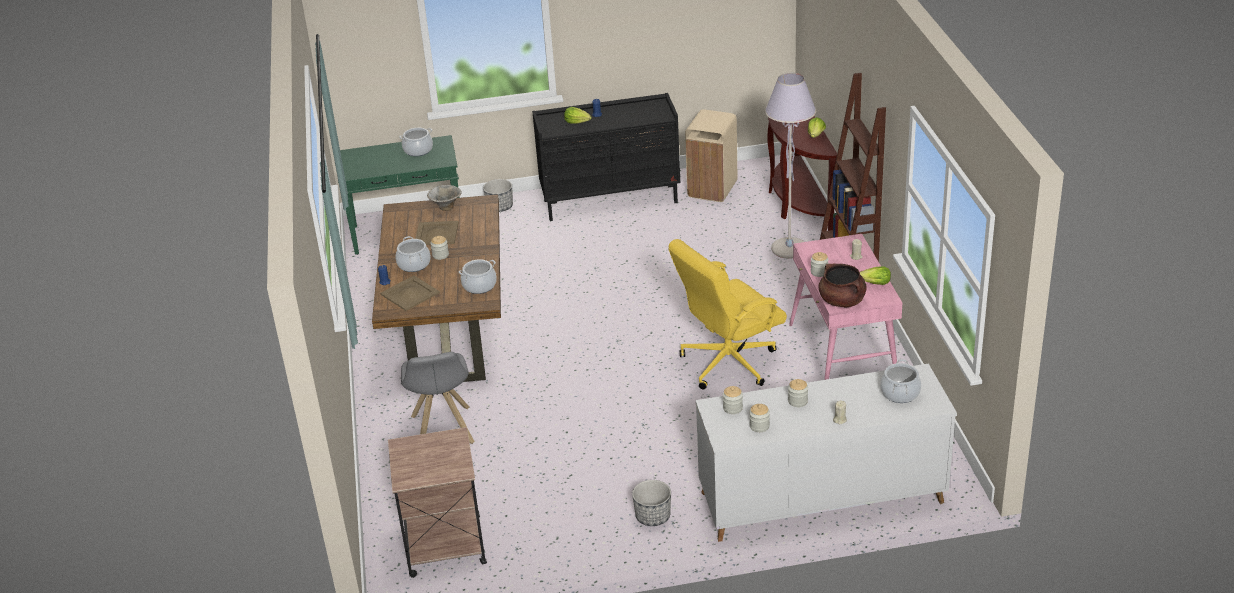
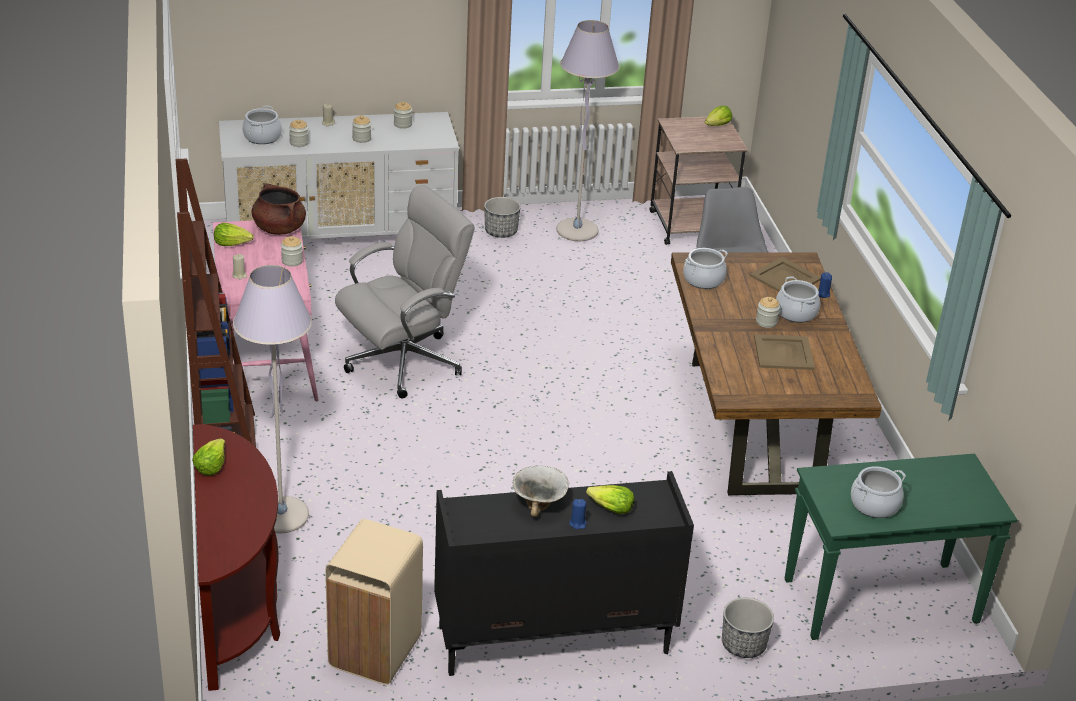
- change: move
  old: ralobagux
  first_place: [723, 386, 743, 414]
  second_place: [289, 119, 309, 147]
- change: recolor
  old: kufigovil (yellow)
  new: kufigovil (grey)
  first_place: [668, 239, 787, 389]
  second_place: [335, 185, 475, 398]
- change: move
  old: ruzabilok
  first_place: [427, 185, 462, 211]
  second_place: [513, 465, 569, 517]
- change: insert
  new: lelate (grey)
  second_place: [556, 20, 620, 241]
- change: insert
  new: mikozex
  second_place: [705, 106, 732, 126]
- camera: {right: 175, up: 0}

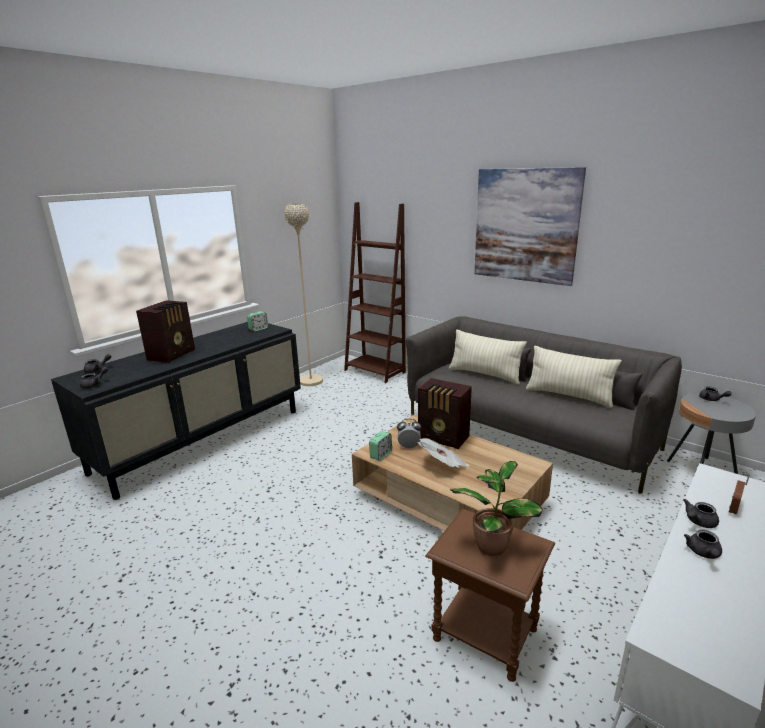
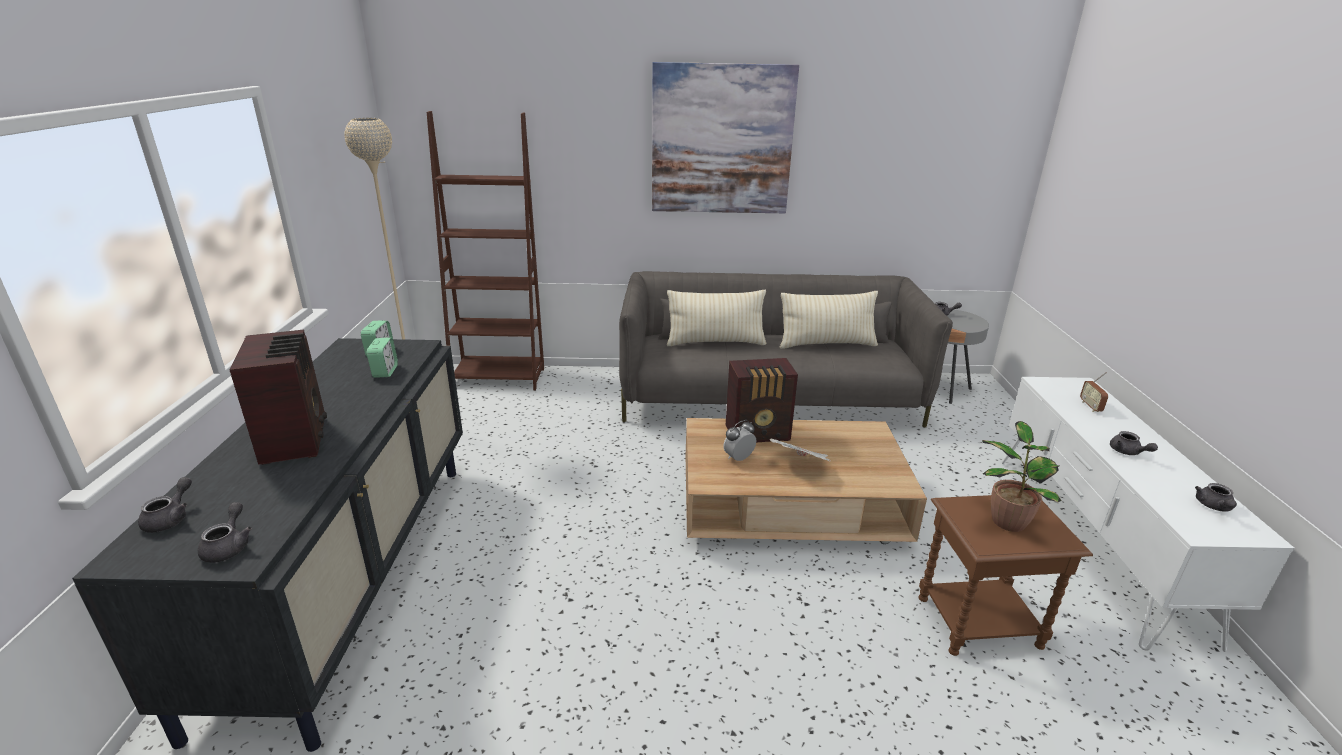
- change: move
  old: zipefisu
  first_place: [369, 431, 392, 461]
  second_place: [367, 337, 398, 378]
- change: move
  old: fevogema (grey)
  first_place: [683, 499, 719, 528]
  second_place: [1195, 483, 1237, 512]
- camera: {right: -40, up: 5}

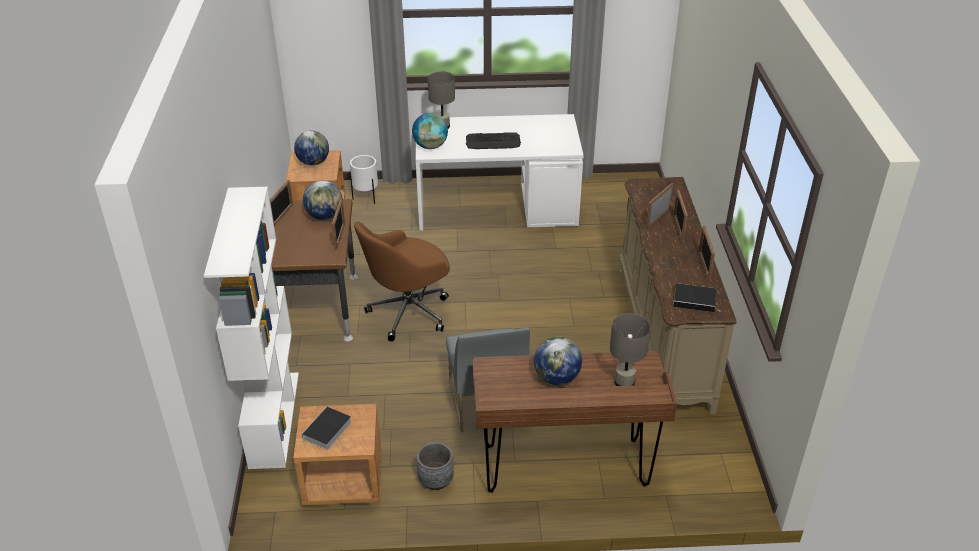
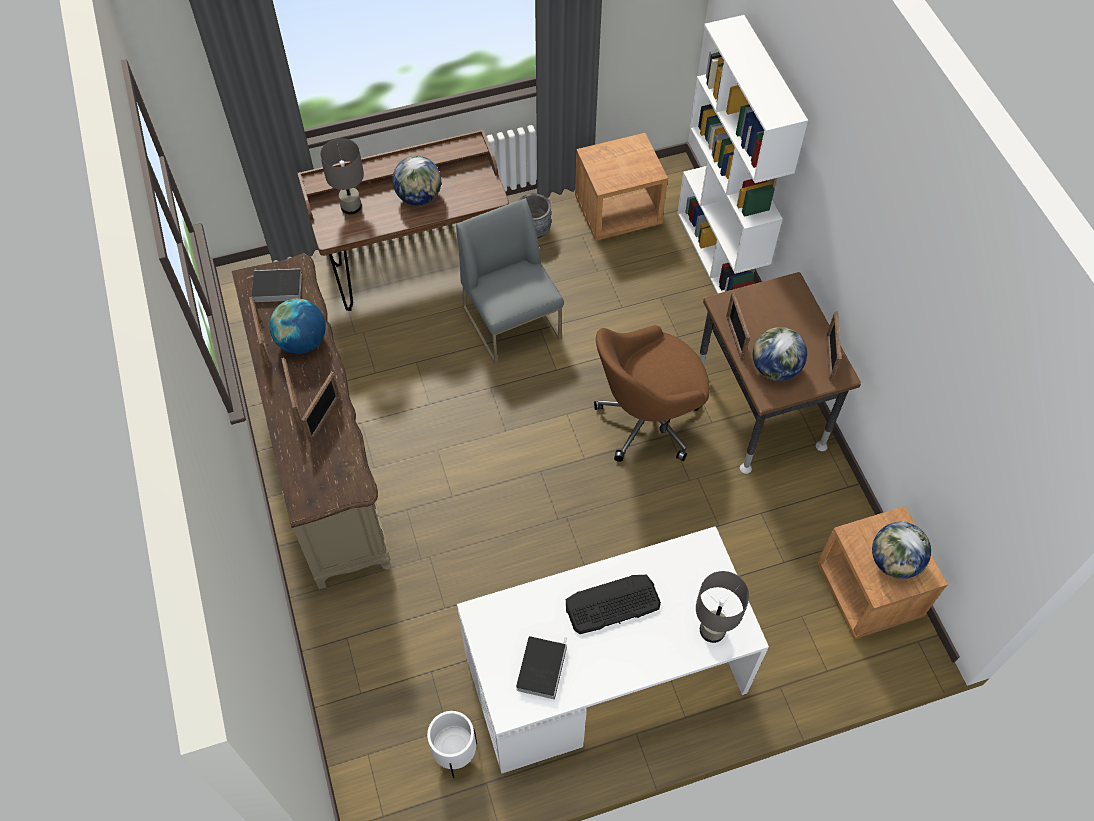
- change: move
  old: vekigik
  first_place: [412, 113, 448, 149]
  second_place: [269, 299, 326, 354]
- change: move
  old: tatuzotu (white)
  first_place: [350, 155, 378, 204]
  second_place: [427, 711, 477, 778]
- change: move
  old: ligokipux
  first_place: [299, 406, 352, 450]
  second_place: [516, 636, 567, 700]
- change: rotate
  old: kufigovil (brown)
  first_place: [354, 221, 450, 341]
  second_place: [594, 325, 710, 462]
  degrees: -150
- camera: {right: 165, up: 20}

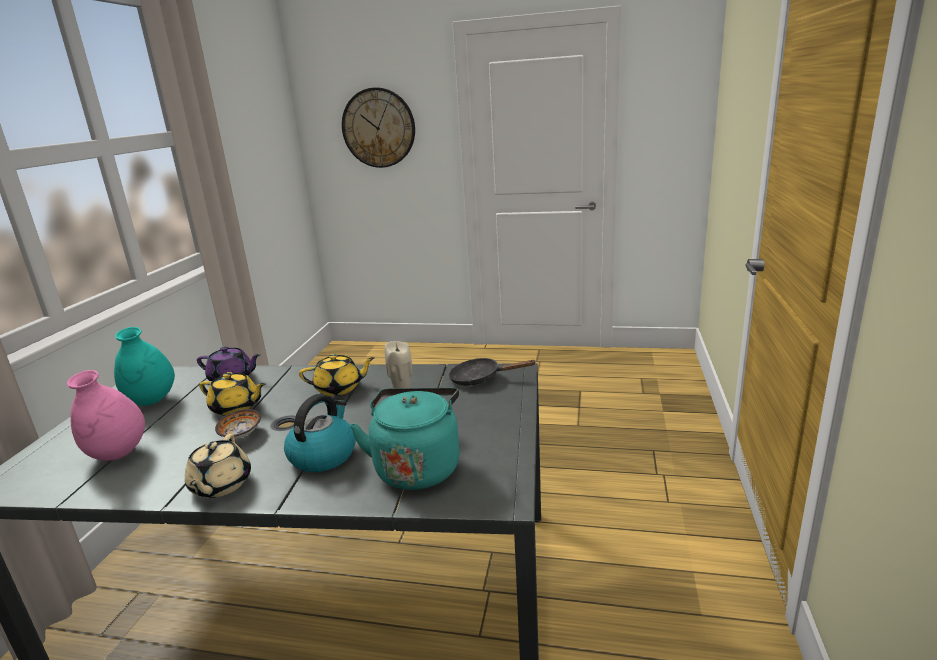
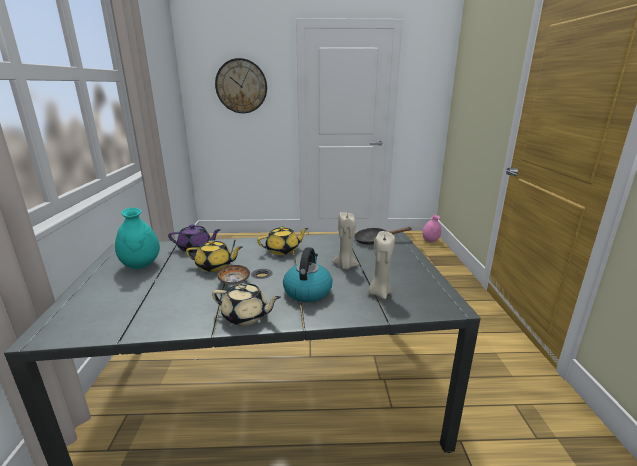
- change: rotate
  old: fevogema (beige)
  first_place: [185, 434, 251, 498]
  second_place: [212, 283, 281, 325]
  degrees: -60
- change: replace
  old: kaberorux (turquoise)
  new: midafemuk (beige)
  first_place: [350, 388, 460, 490]
  second_place: [368, 231, 395, 299]
- change: move
  old: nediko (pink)
  first_place: [67, 370, 145, 461]
  second_place: [422, 215, 441, 242]
- camera: {right: -15, up: 0}

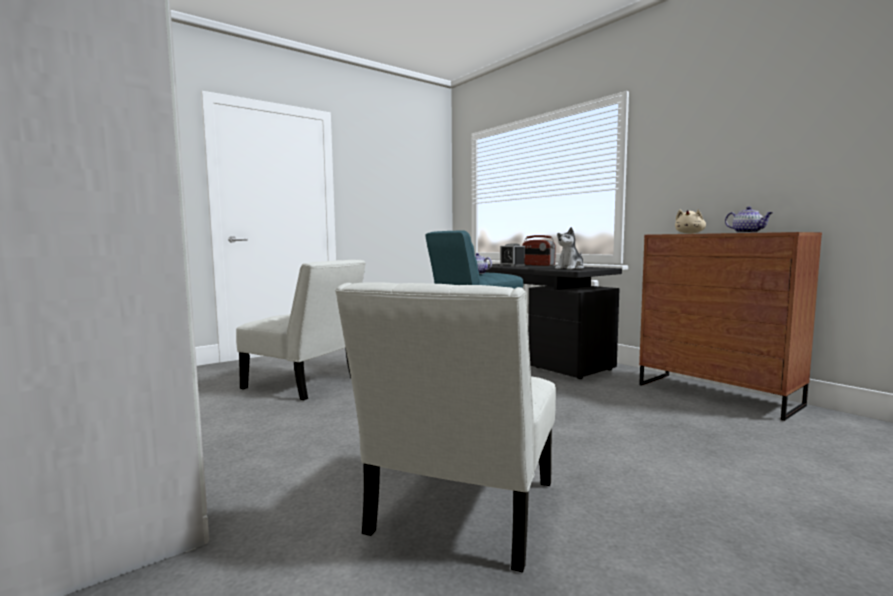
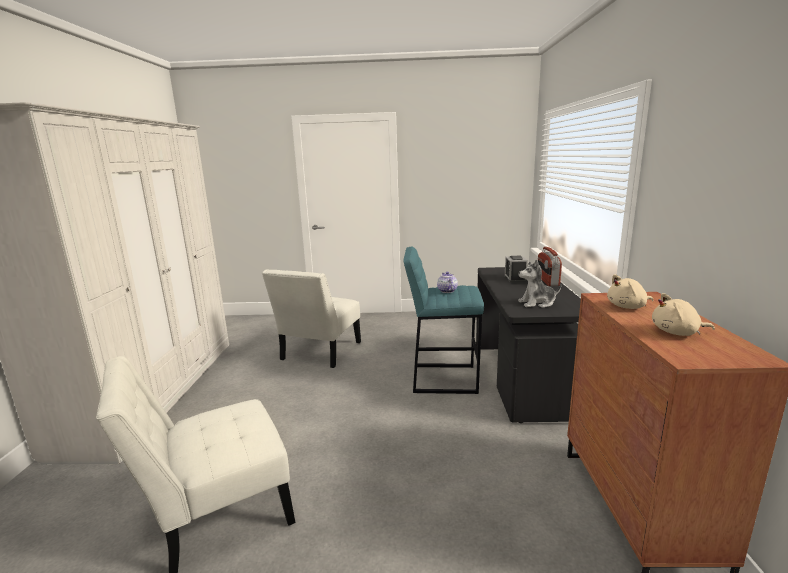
- change: rotate
  old: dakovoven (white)
  first_place: [236, 260, 366, 401]
  second_place: [262, 269, 361, 368]
  degrees: 45
- change: replace
  old: fevogema
  new: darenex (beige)
  first_place: [725, 207, 773, 233]
  second_place: [652, 293, 715, 336]
- camera: {right: 40, up: 10}

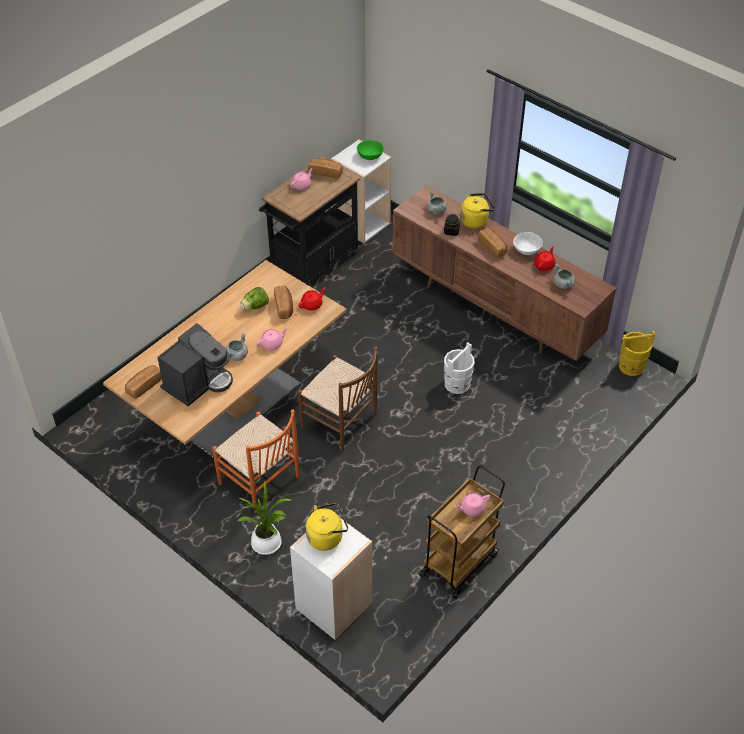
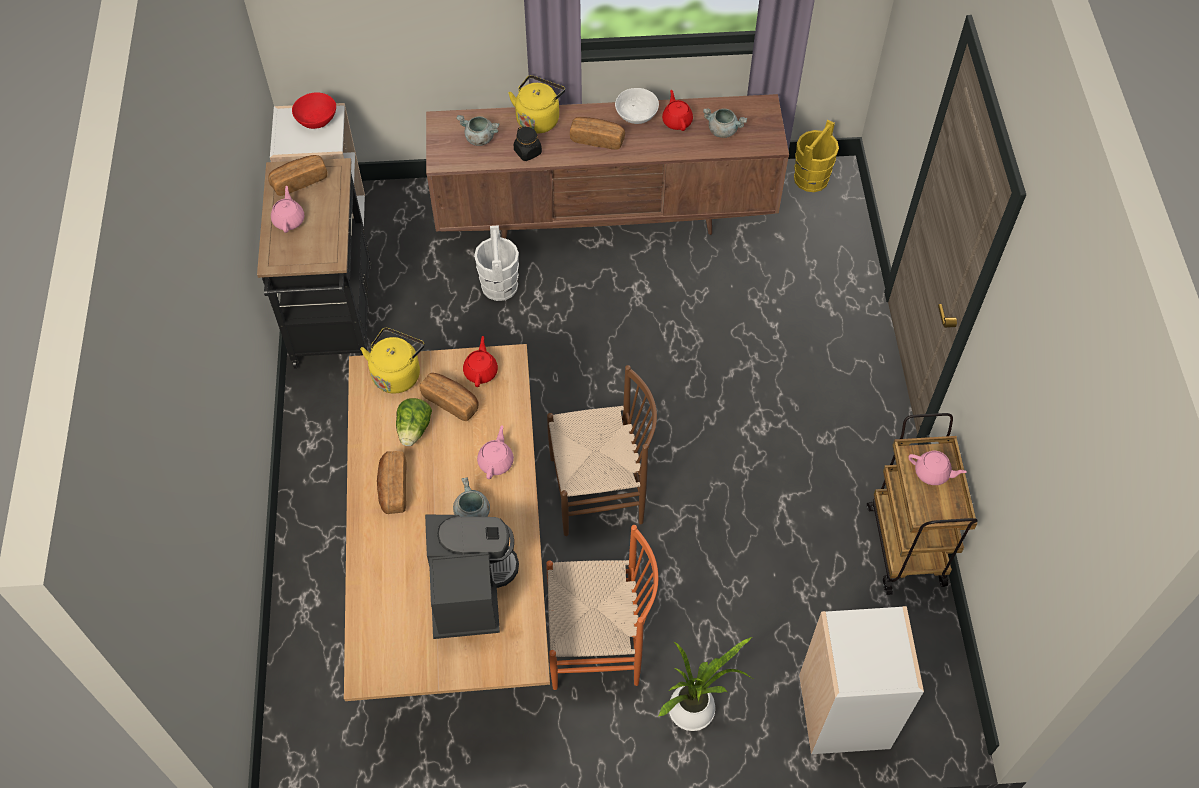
- change: recolor
  old: ruzabilok (green)
  new: ruzabilok (red)
  first_place: [357, 140, 384, 160]
  second_place: [292, 92, 336, 129]
- change: move
  old: kaberorux (yellow)
  first_place: [306, 503, 348, 551]
  second_place: [360, 328, 425, 393]
- change: move
  old: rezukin
  first_place: [125, 365, 162, 399]
  second_place: [377, 451, 407, 514]
- change: move
  old: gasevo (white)
  first_place: [444, 342, 474, 394]
  second_place: [474, 225, 519, 301]
- change: rotate
  old: fevogema (pink)
  first_place: [455, 492, 490, 516]
  second_place: [908, 451, 967, 485]
  degrees: -90
- camera: {right: -45, up: 10}

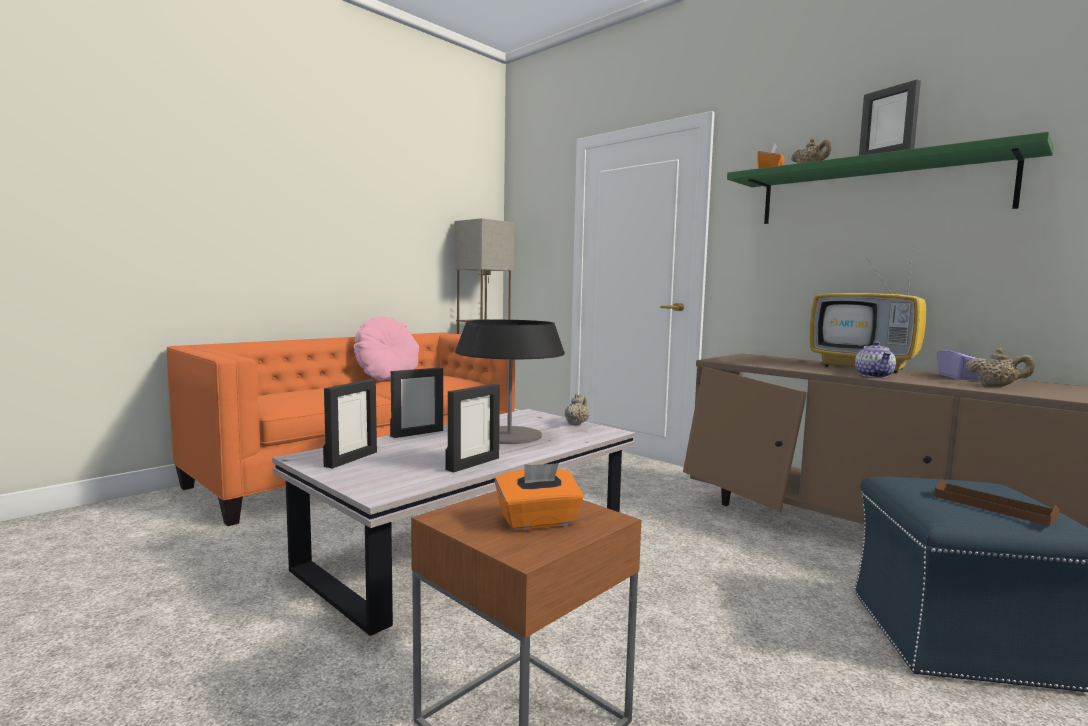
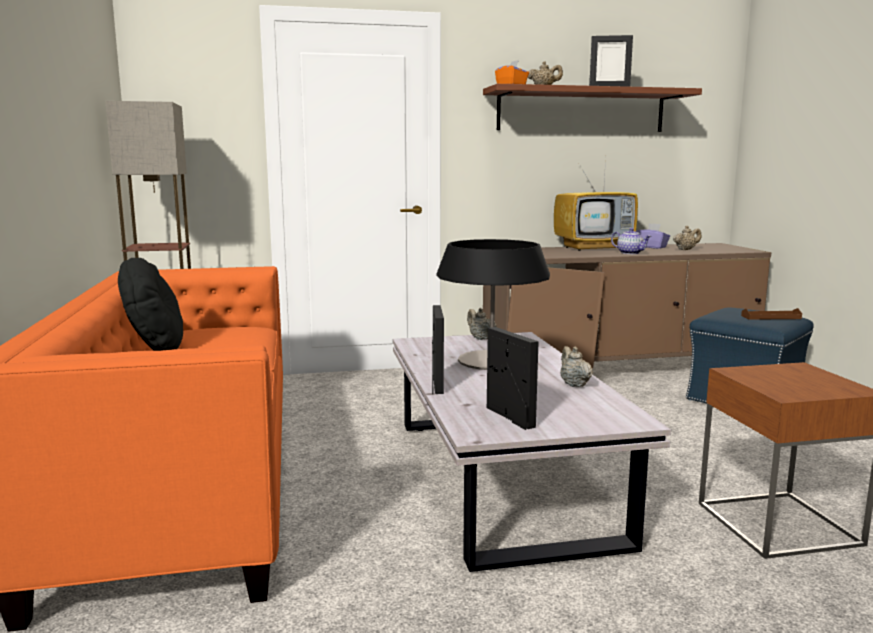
- change: recolor
  old: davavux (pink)
  new: davavux (black)
  first_place: [354, 316, 419, 381]
  second_place: [118, 258, 183, 351]
- change: recolor
  old: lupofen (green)
  new: lupofen (brown)
  first_place: [727, 132, 1054, 224]
  second_place: [483, 84, 702, 132]
- change: replace
  old: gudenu
  new: fevogema (beige)
  first_place: [446, 384, 500, 473]
  second_place: [560, 346, 593, 387]
- change: delete
  old: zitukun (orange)
  first_place: [495, 463, 584, 530]
- camera: {right: -55, up: 5}

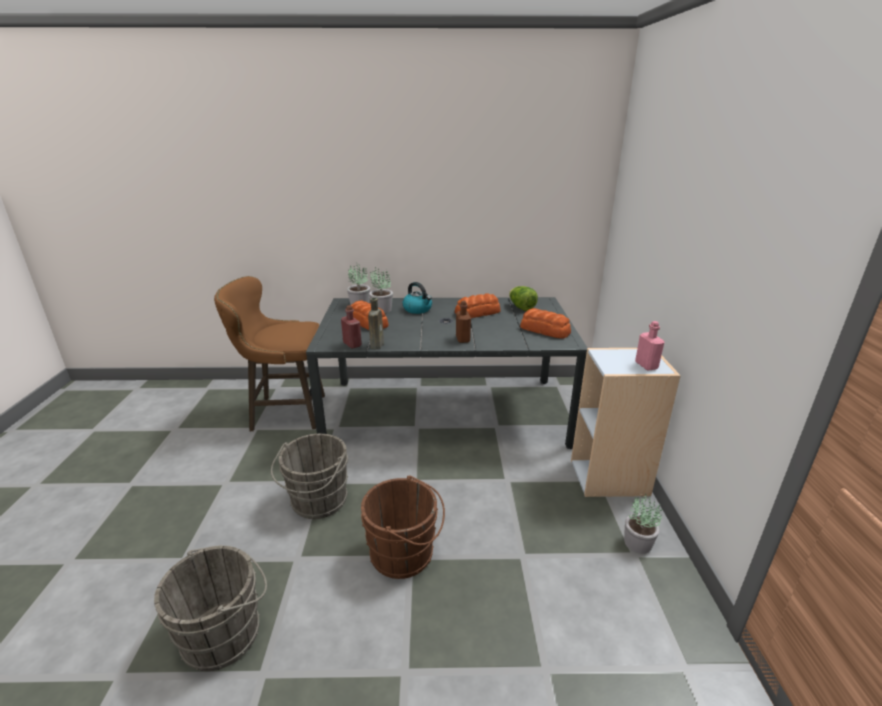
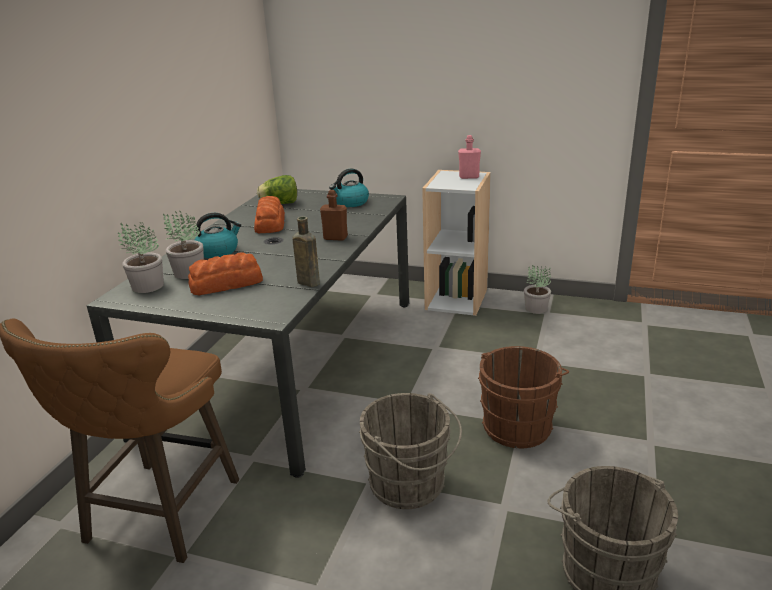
- change: replace
  old: rezukin
  new: kaberorux
  first_place: [520, 308, 571, 339]
  second_place: [329, 169, 369, 207]
- change: delete
  old: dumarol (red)
  first_place: [341, 305, 362, 349]
- camera: {right: -70, up: 0}

